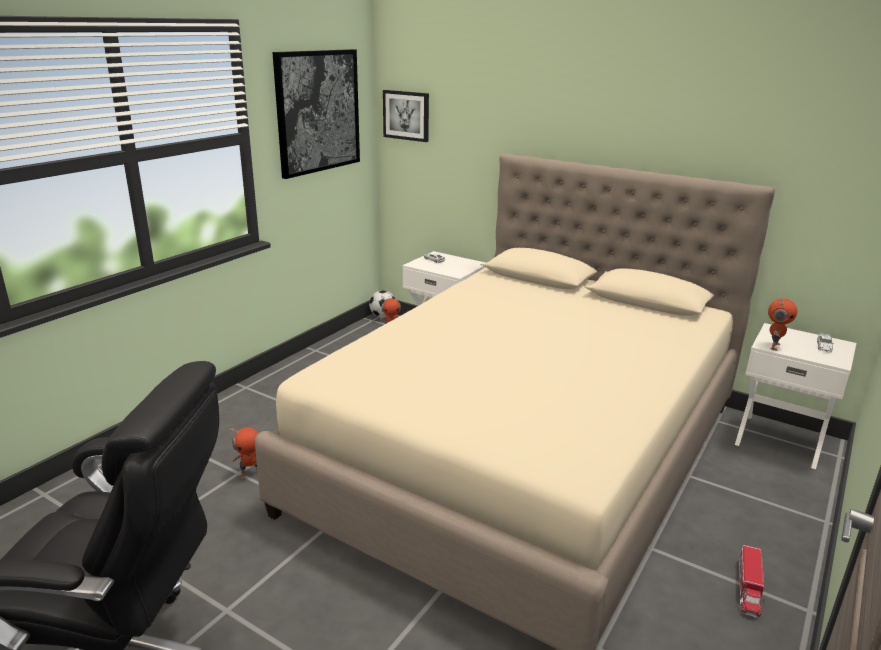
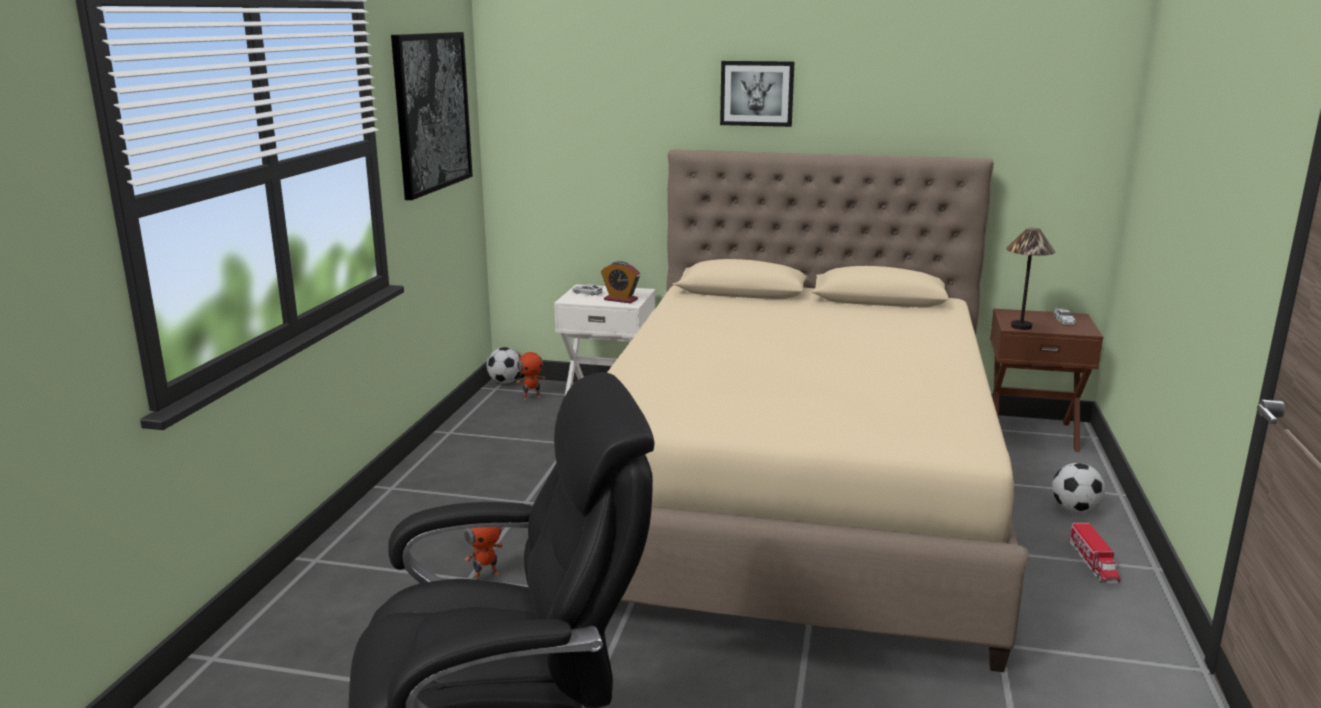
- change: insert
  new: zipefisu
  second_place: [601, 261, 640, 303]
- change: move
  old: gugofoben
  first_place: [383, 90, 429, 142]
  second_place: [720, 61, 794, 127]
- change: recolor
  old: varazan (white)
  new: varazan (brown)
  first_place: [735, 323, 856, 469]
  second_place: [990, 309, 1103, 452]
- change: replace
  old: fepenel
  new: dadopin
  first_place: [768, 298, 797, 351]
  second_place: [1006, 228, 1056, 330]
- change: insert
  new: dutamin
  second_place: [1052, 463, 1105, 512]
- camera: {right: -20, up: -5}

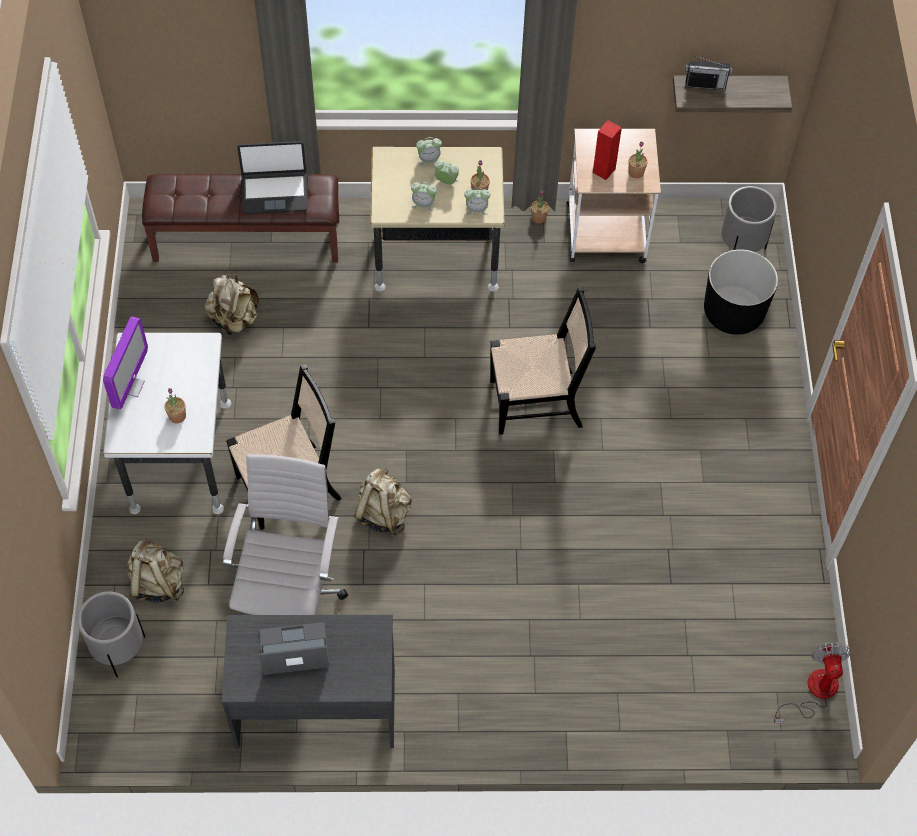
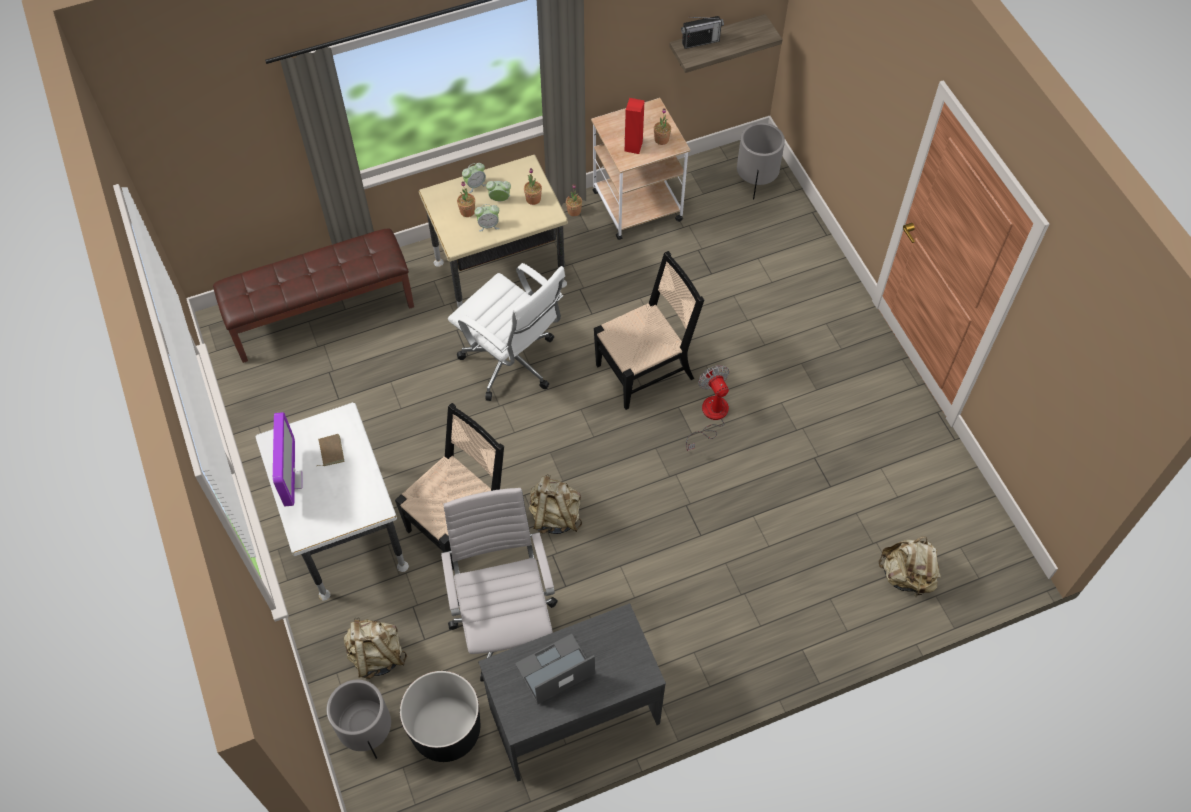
- change: insert
  new: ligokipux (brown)
  second_place: [317, 434, 345, 466]
- change: move
  old: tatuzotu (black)
  first_place: [704, 249, 778, 335]
  second_place: [400, 671, 480, 762]
- change: insert
  new: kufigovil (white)
  second_place: [448, 263, 565, 401]
- change: move
  old: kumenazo
  first_place: [165, 388, 186, 423]
  second_place: [457, 181, 475, 217]
- change: move
  old: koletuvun
  first_place: [774, 642, 851, 724]
  second_place: [686, 365, 729, 451]
- change: move
  old: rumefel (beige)
  first_place: [204, 273, 259, 335]
  second_place: [878, 536, 941, 596]
- change: delete
  old: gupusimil
  first_place: [237, 141, 308, 214]
- change: delete
  old: zipefisu
  first_place: [464, 187, 490, 215]
- camera: {right: -20, up: 0}

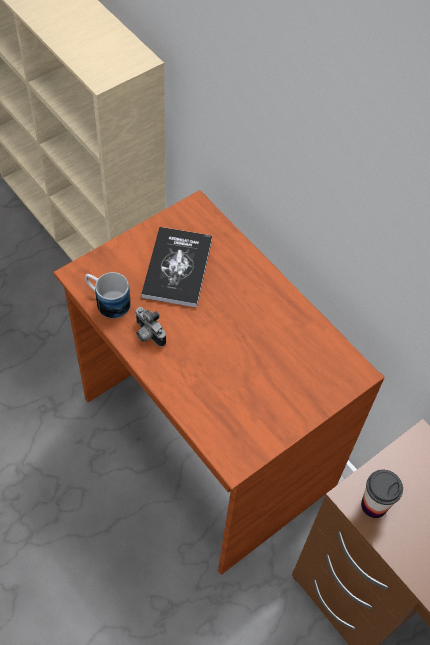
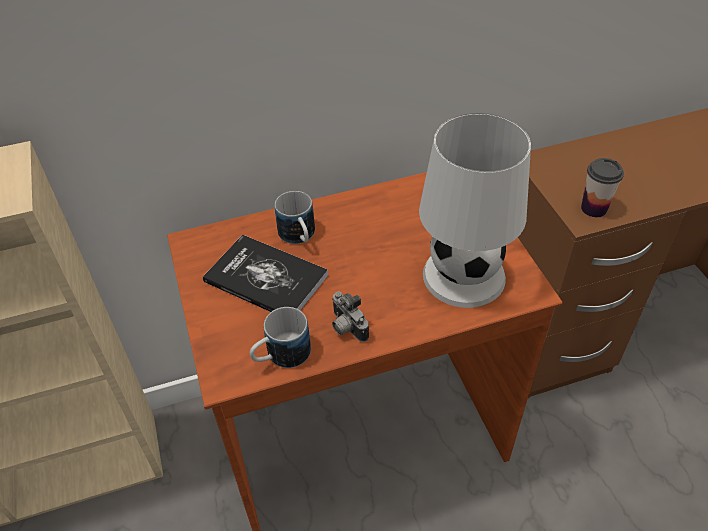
- change: insert
  new: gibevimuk
  second_place: [274, 191, 315, 244]
- change: rotate
  old: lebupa
  first_place: [135, 307, 166, 347]
  second_place: [332, 292, 369, 342]
  degrees: 75
- change: insert
  new: dadopin (white)
  second_place: [419, 113, 531, 308]
- camera: {right: -65, up: -10}

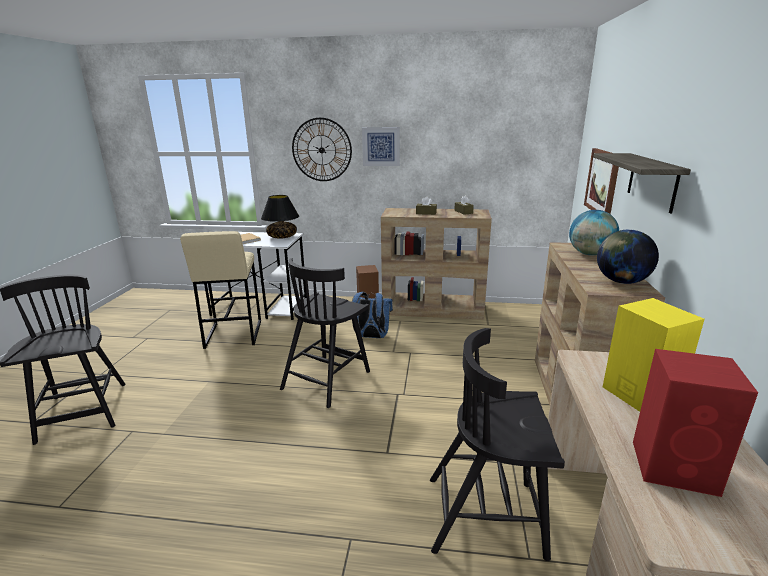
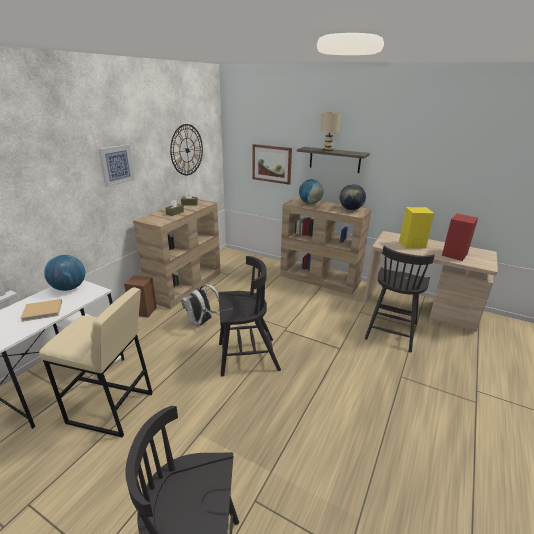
- change: replace
  old: dadopin (black)
  new: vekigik
  first_place: [261, 195, 299, 239]
  second_place: [44, 255, 85, 291]
- change: move
  old: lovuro
  first_place: [292, 118, 352, 181]
  second_place: [170, 124, 203, 176]
- change: recolor
  old: rumefel (blue)
  new: rumefel (white)
  first_place: [352, 292, 393, 338]
  second_place: [181, 284, 219, 326]
- change: rotate
  old: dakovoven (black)
  first_place: [280, 258, 370, 408]
  second_place: [218, 256, 281, 376]
  degrees: -60
- change: insert
  new: dadopin (beige)
  second_place: [320, 112, 341, 151]
- camera: {right: -70, up: 5}

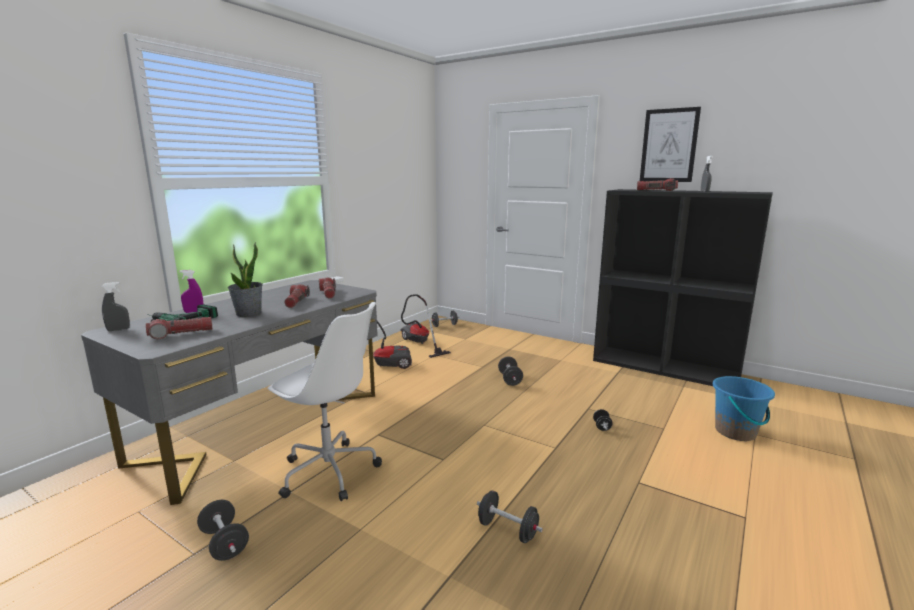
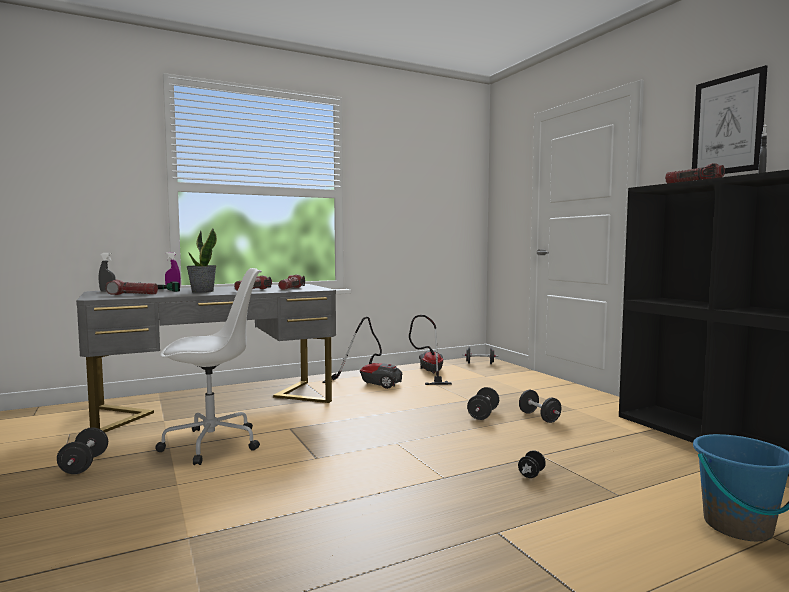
- change: rotate
  old: kufigovil (white)
  first_place: [267, 302, 382, 501]
  second_place: [155, 268, 262, 465]
  degrees: -75
- change: move
  old: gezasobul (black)
  first_place: [477, 490, 543, 543]
  second_place: [519, 390, 561, 423]
- camera: {right: 30, up: -10}

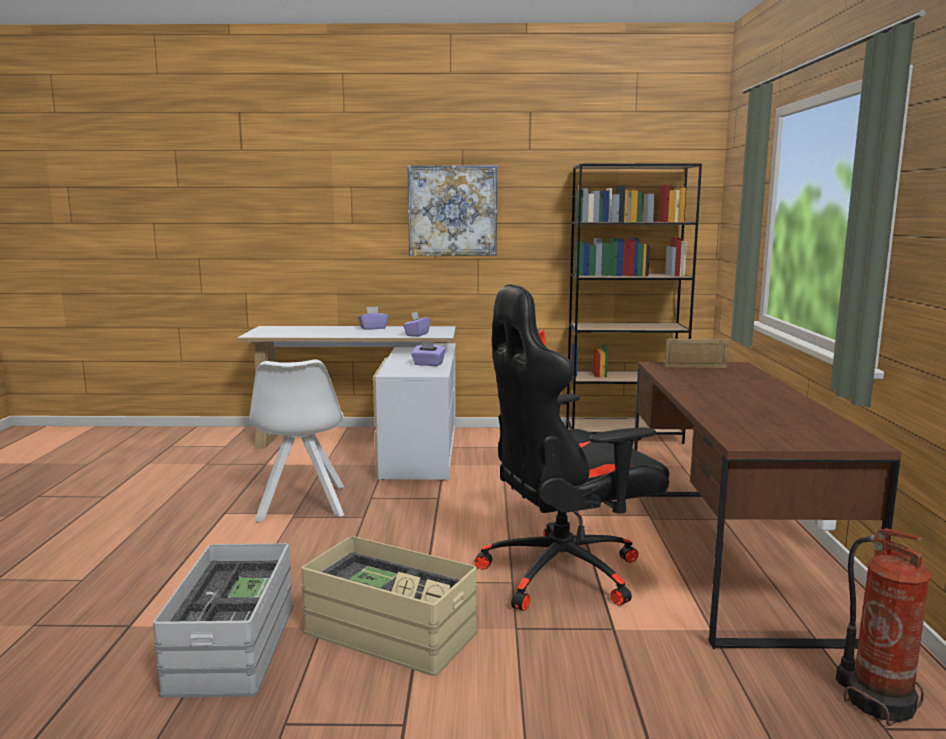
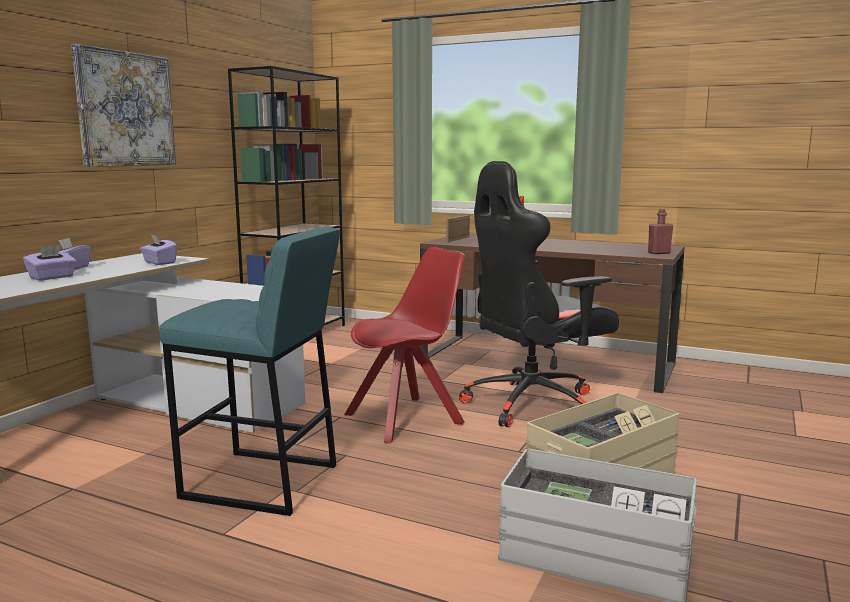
- change: move
  old: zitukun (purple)
  first_place: [411, 341, 446, 366]
  second_place: [23, 245, 76, 281]
- change: replace
  old: dakovoven (white)
  new: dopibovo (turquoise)
  first_place: [249, 359, 344, 522]
  second_place: [159, 226, 340, 516]
- change: insert
  new: dakovoven (red)
  second_place: [344, 247, 465, 443]
- change: rotate
  old: kufigovil (black)
  first_place: [474, 284, 669, 611]
  second_place: [459, 161, 619, 427]
  degrees: 60
- change: insert
  new: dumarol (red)
  second_place: [648, 209, 673, 254]
- change: delete
  old: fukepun
  first_place: [836, 528, 931, 726]
- camera: {right: -65, up: 0}

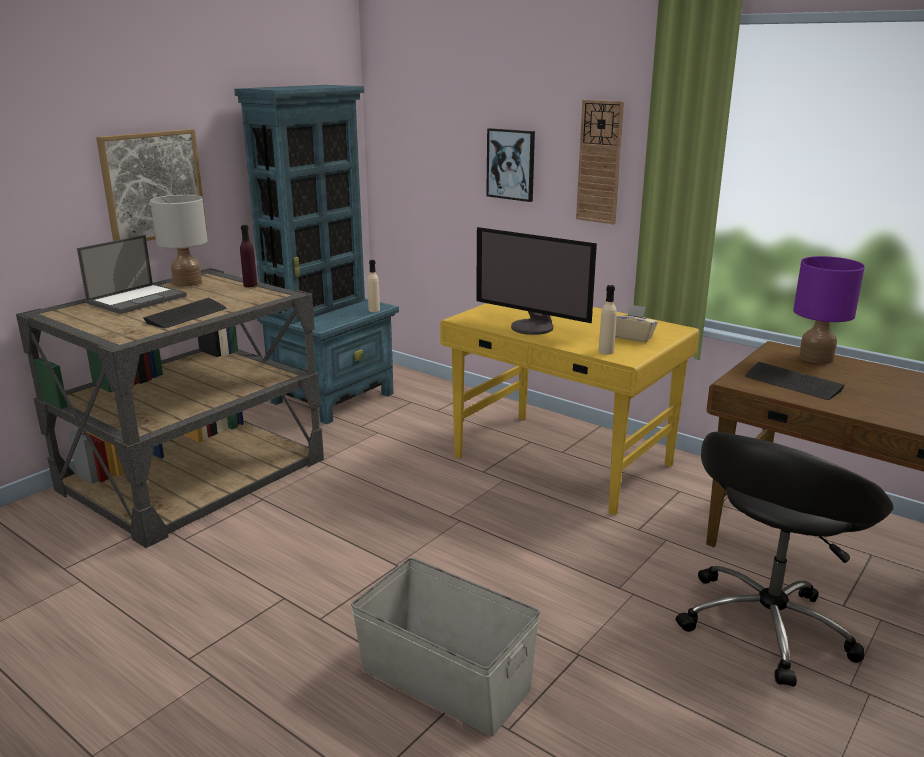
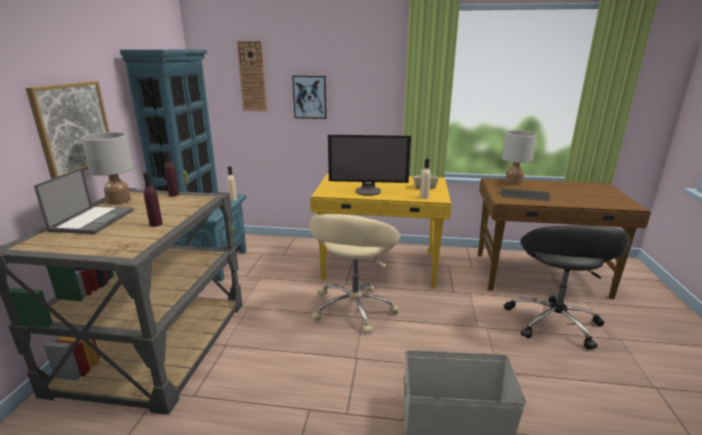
- change: replace
  old: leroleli
  new: dumarol (purple)
  first_place: [143, 298, 227, 328]
  second_place: [143, 172, 163, 227]
- change: move
  old: lovuro
  first_place: [576, 100, 624, 225]
  second_place: [237, 41, 267, 111]
- change: insert
  new: kufigovil (beige)
  second_place: [310, 214, 401, 334]
- change: recolor
  old: dadopin (purple)
  new: dadopin (grey)
  first_place: [793, 256, 865, 364]
  second_place: [502, 130, 537, 185]
- camera: {right: -30, up: 0}

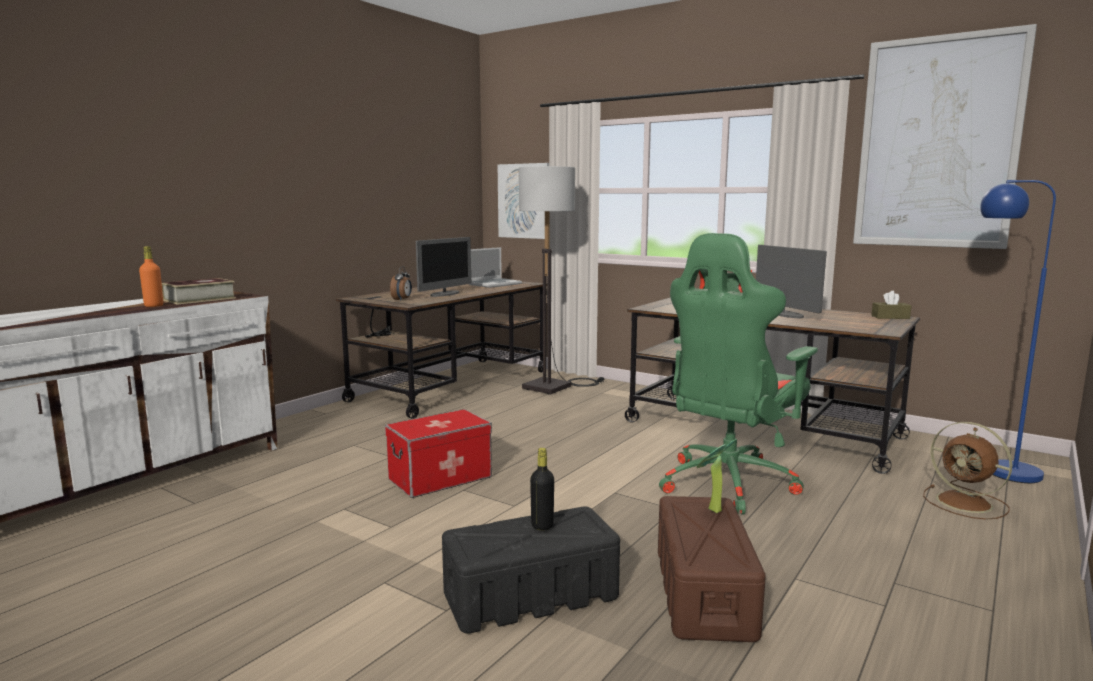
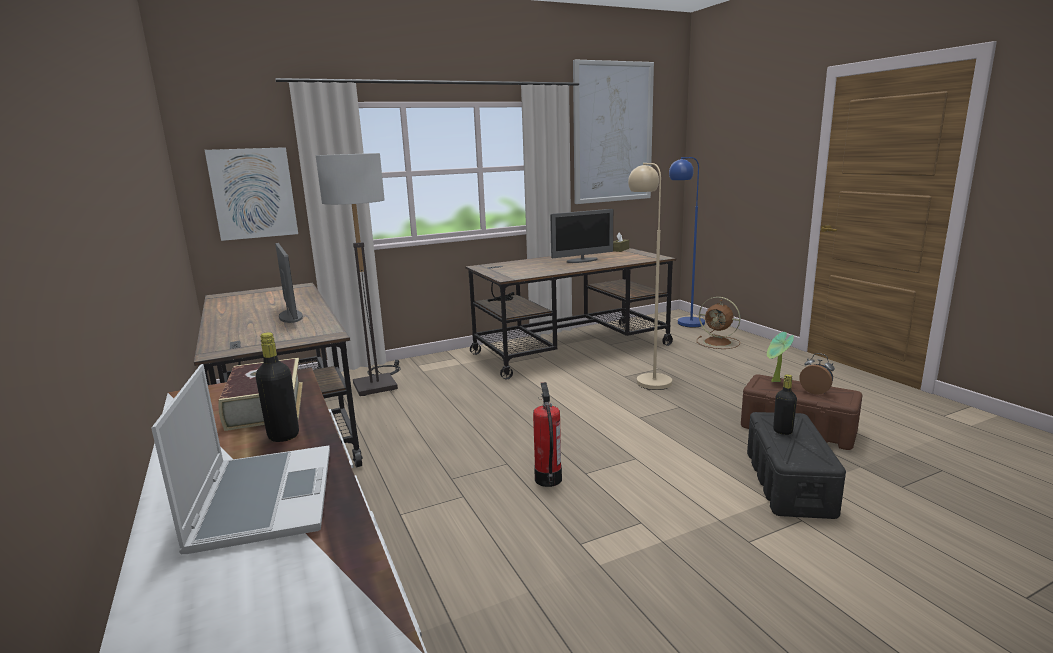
- change: move
  old: gupusimil
  first_place: [469, 247, 522, 288]
  second_place: [151, 364, 330, 554]
- change: recolor
  old: dumarol (orange)
  new: dumarol (black)
  first_place: [139, 246, 163, 307]
  second_place: [256, 332, 299, 442]
- change: replace
  old: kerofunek
  new: fukepun
  first_place: [385, 409, 492, 498]
  second_place: [533, 382, 562, 487]
- change: rotate
  old: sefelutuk
  first_place: [756, 245, 827, 318]
  second_place: [550, 209, 614, 263]
  degrees: 150
- change: replace
  old: kufigovil (green)
  new: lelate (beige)
  first_place: [659, 233, 818, 514]
  second_place: [628, 163, 672, 390]
- change: rotate
  old: koletuvun (brown)
  first_place: [923, 422, 1013, 520]
  second_place: [697, 297, 740, 349]
  degrees: 45
- change: move
  old: zipefisu
  first_place: [390, 266, 412, 301]
  second_place: [799, 353, 835, 395]
- camera: {right: -60, up: 5}

